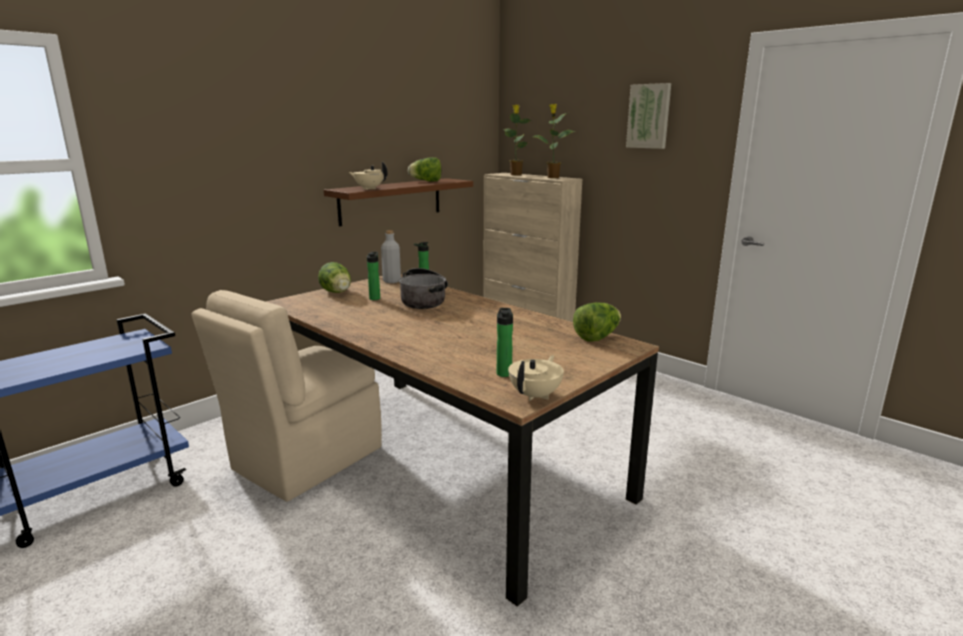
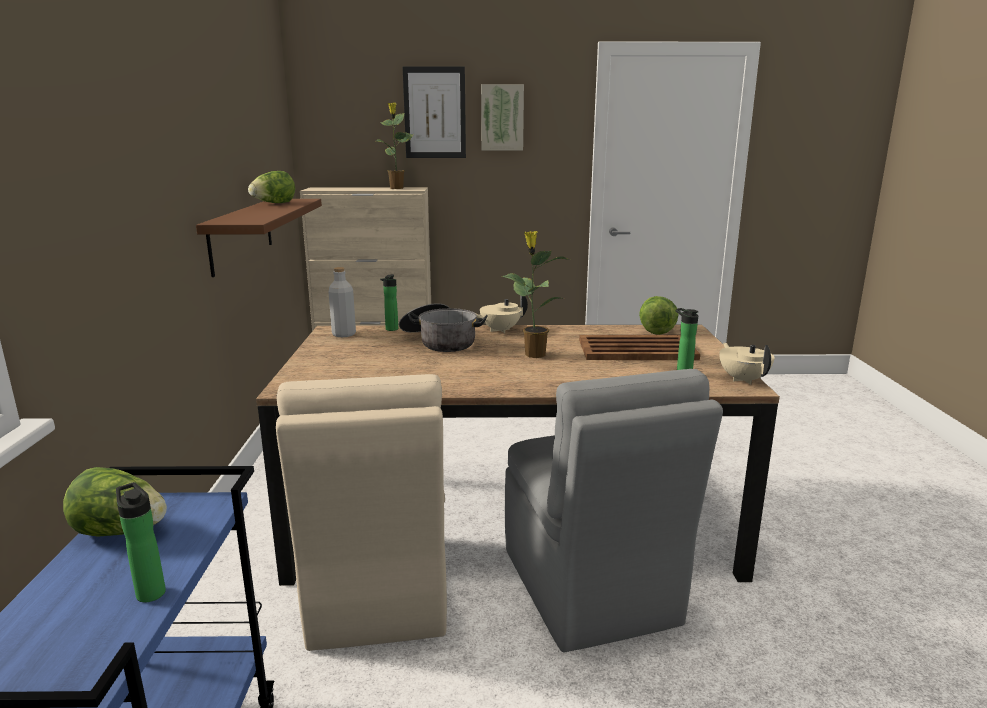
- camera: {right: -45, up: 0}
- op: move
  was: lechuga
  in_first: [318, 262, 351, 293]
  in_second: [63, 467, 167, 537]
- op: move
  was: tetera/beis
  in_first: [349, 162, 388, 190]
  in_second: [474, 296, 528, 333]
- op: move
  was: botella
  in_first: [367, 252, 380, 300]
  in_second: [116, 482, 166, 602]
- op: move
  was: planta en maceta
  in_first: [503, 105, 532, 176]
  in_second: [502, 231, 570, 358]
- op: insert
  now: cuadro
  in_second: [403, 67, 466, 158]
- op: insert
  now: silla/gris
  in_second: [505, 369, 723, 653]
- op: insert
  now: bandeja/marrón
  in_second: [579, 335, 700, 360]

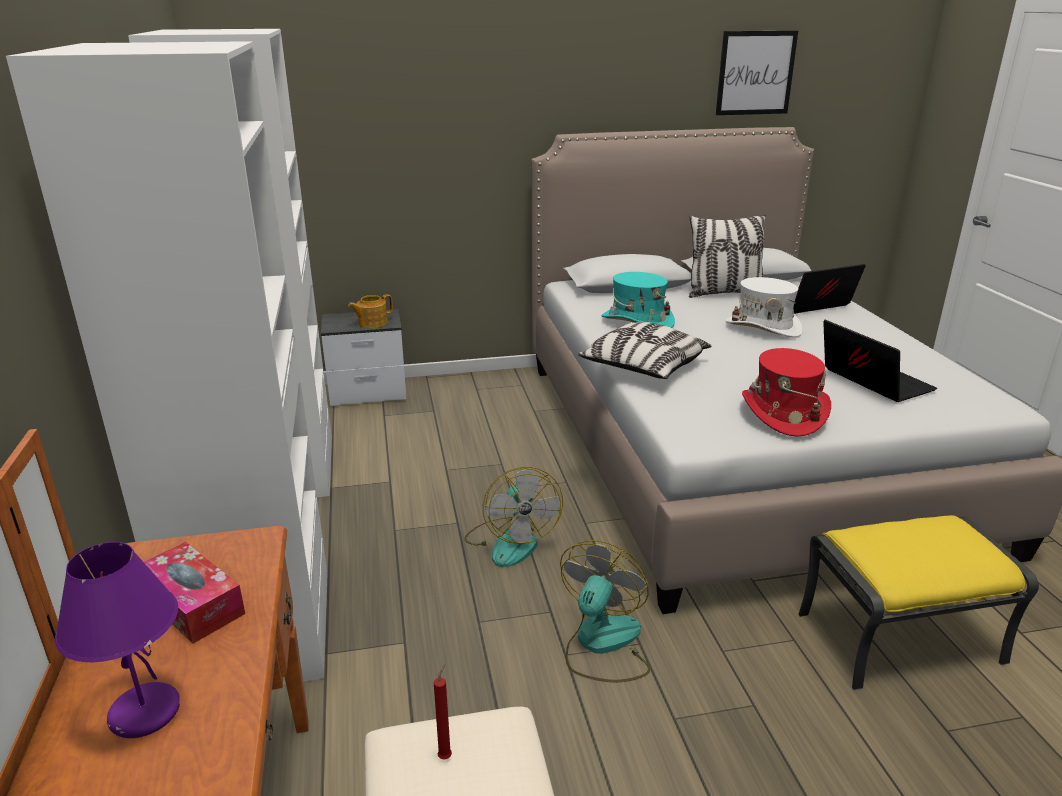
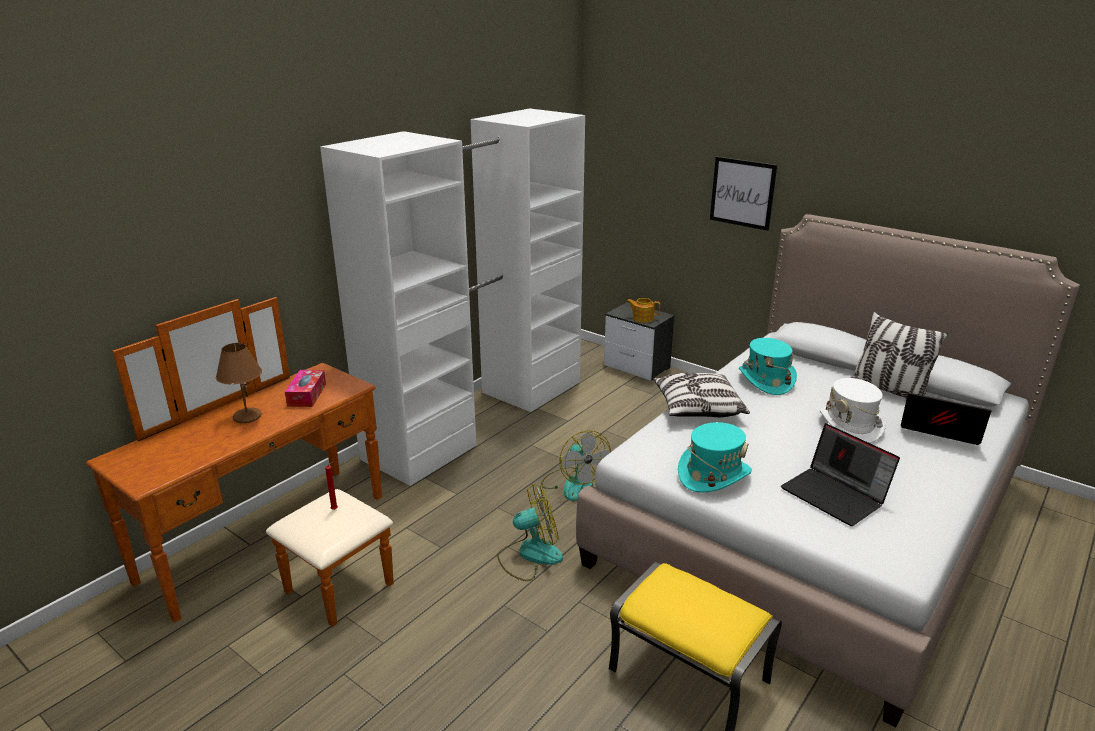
- camera: {right: 50, up: 0}
- op: recolor
  was: lámpara de mesa/morado
  now: lámpara de mesa/marrón
  in_first: [55, 542, 180, 738]
  in_second: [216, 343, 262, 423]
- op: rotate
  was: ventilador
  in_first: [464, 467, 563, 567]
  in_second: [541, 430, 611, 501]
  clockwise: -60
- op: move
  was: cuadro
  in_first: [716, 31, 798, 115]
  in_second: [710, 157, 777, 231]
- op: recolor
  was: sombrero/rojo
  now: sombrero/turquesa
  in_first: [742, 348, 831, 437]
  in_second: [678, 422, 752, 492]
- op: rotate
  was: portátil
  in_first: [823, 320, 937, 402]
  in_second: [781, 423, 900, 526]
  clockwise: 120

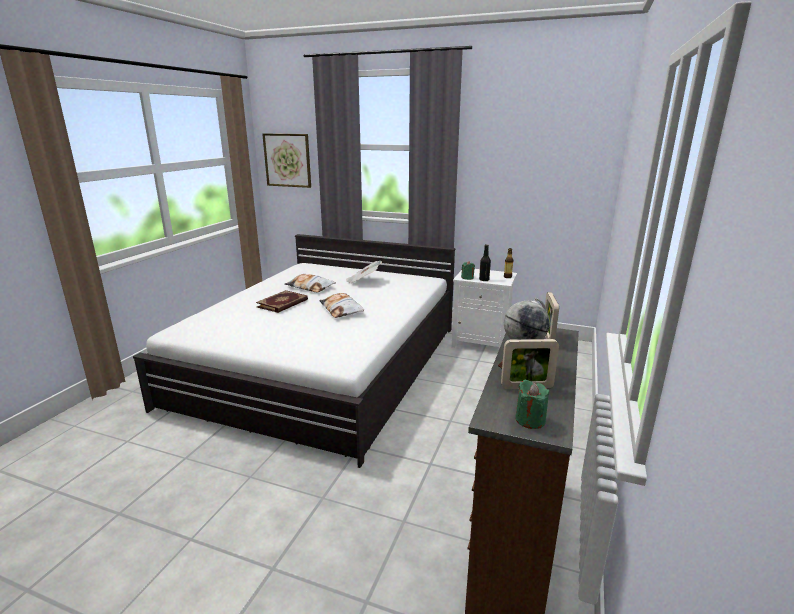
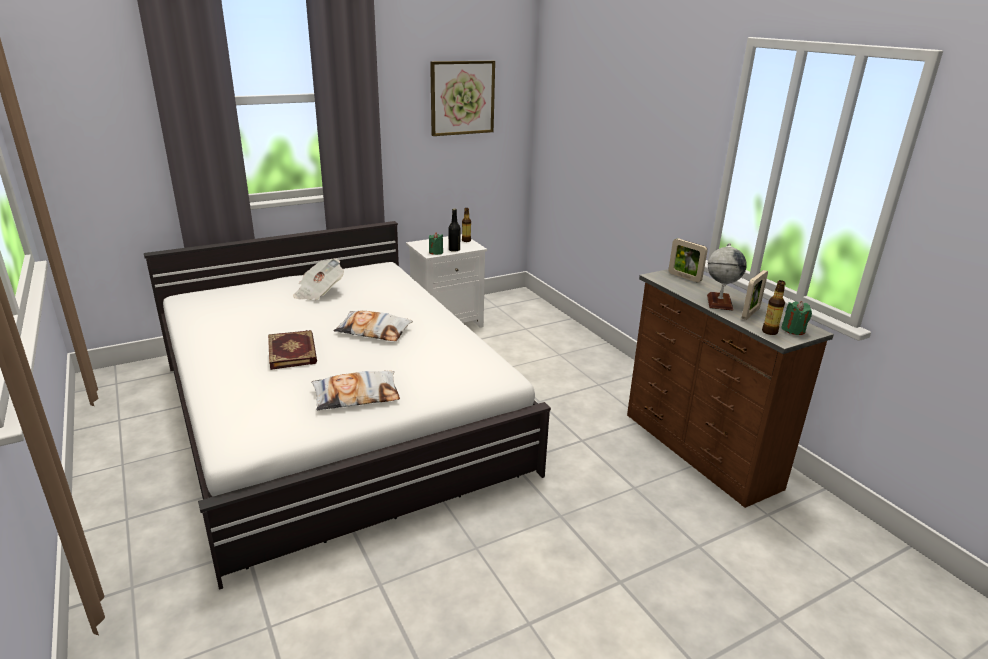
- camera: {right: -50, up: 5}
- op: move
  was: cuadro
  in_first: [262, 134, 311, 188]
  in_second: [430, 61, 495, 136]
- op: move
  was: cojín
  in_first: [284, 274, 336, 293]
  in_second: [311, 371, 400, 410]
- op: insert
  now: botella
  in_second: [762, 280, 785, 335]

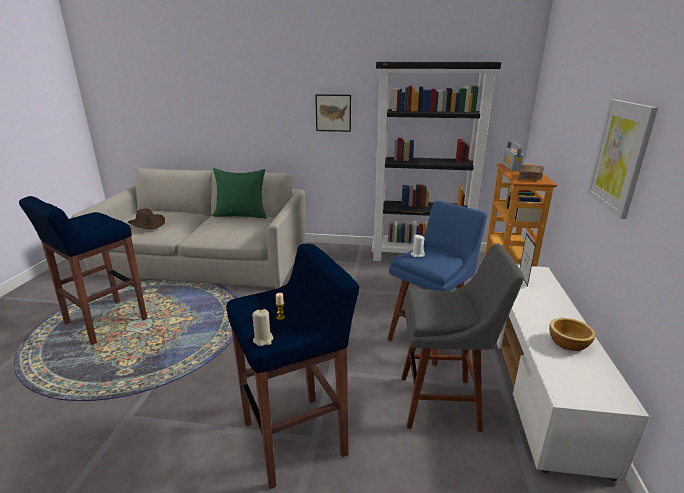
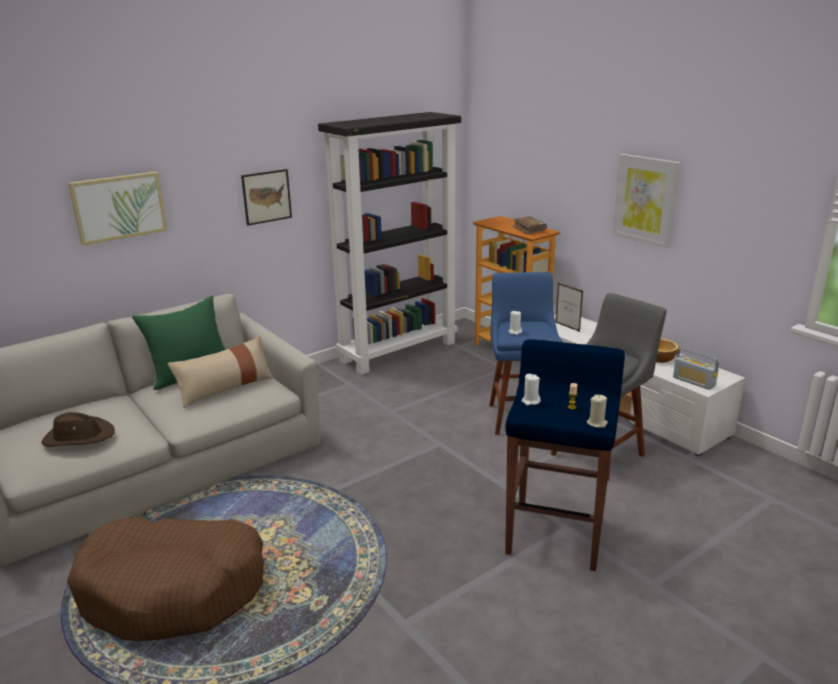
- camera: {right: -45, up: 0}
- op: replace
  was: taburete/azul
  now: cama para perro/marrón
  in_first: [19, 196, 147, 345]
  in_second: [67, 517, 264, 641]
- op: move
  was: radio
  in_first: [502, 141, 524, 171]
  in_second: [673, 348, 719, 390]
- op: insert
  now: cuadro
  in_second: [68, 172, 168, 246]
- op: insert
  now: cojín/beis
  in_second: [168, 336, 273, 408]
- op: insert
  now: vela/blanco
  in_second: [522, 374, 541, 405]

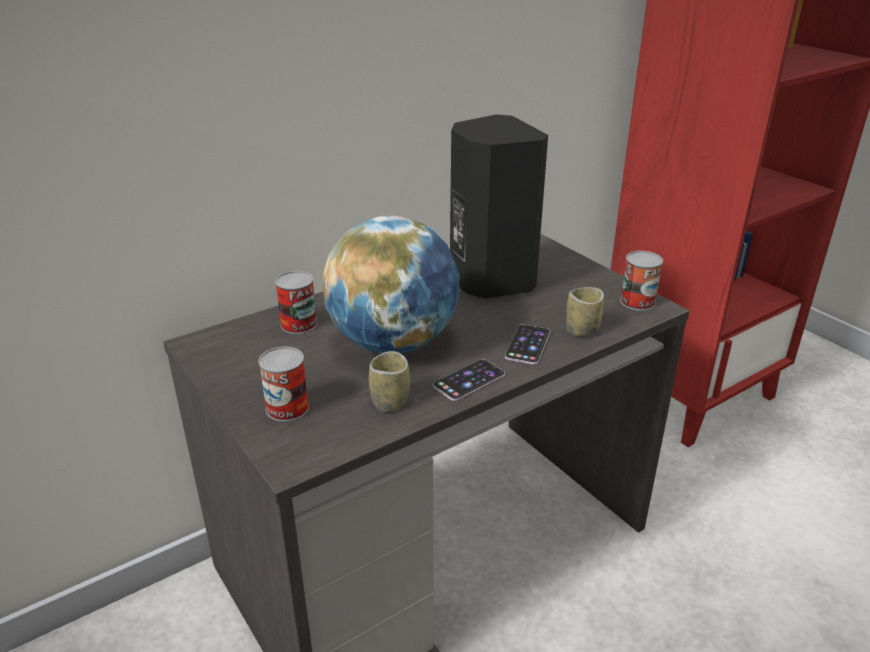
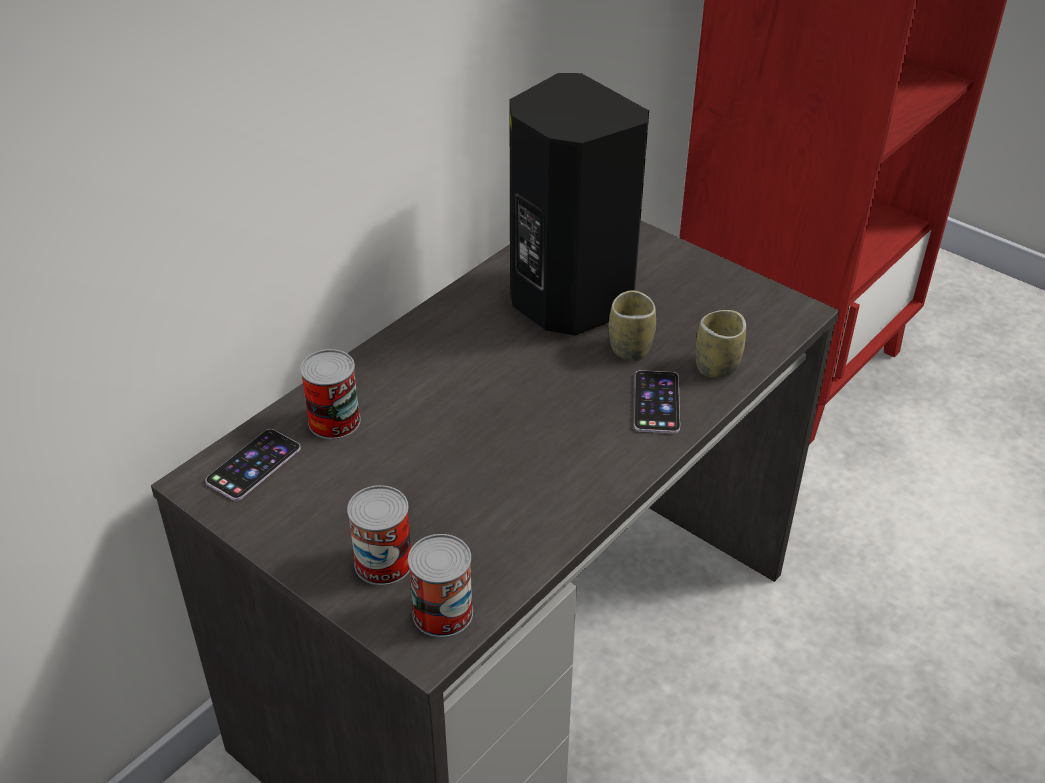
- camera: {right: -15, up: 10}
- op: delete
  was: globo terráqueo
  in_first: [322, 216, 459, 353]
- op: move
  was: taza
  in_first: [369, 351, 410, 413]
  in_second: [608, 290, 656, 361]
- op: move
  was: móvil
  in_first: [433, 359, 505, 401]
  in_second: [206, 429, 301, 501]
- op: move
  was: lata
  in_first: [620, 251, 663, 311]
  in_second: [408, 534, 473, 638]

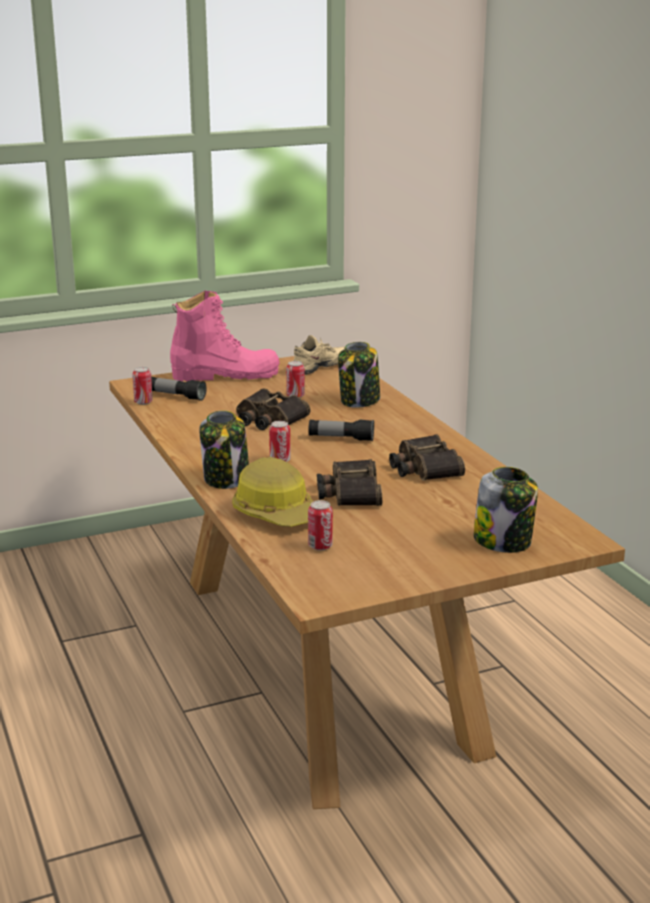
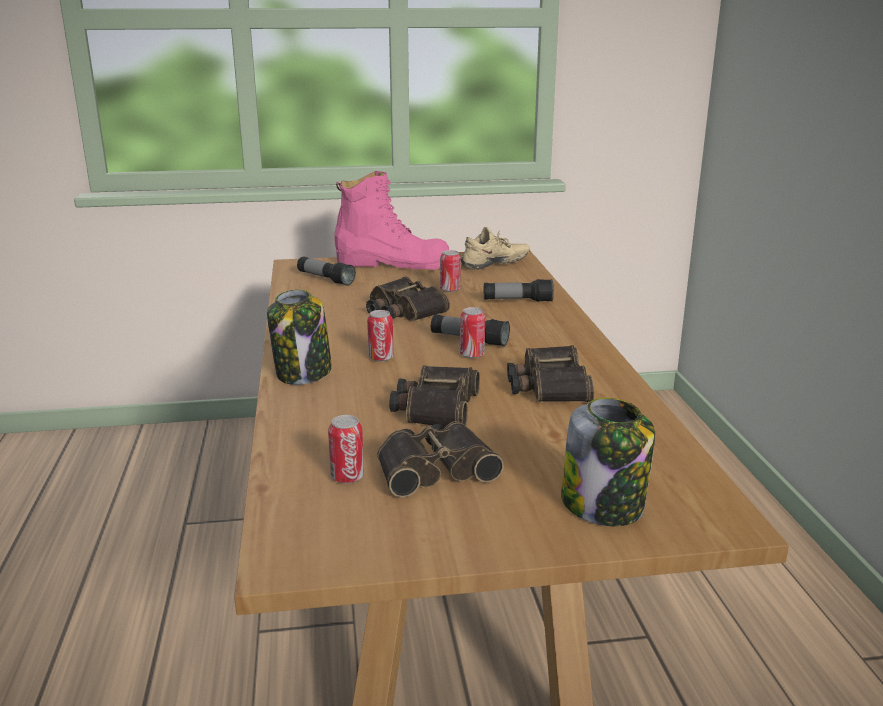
- camera: {right: 15, up: 0}
- op: move
  was: lata
  in_first: [132, 367, 153, 405]
  in_second: [460, 307, 485, 358]
- op: delete
  was: casco
  in_first: [232, 457, 313, 527]
- op: replace
  was: tarro
  now: linterna
  in_first: [338, 342, 380, 408]
  in_second: [484, 279, 554, 302]
- op: insert
  now: prismáticos
  in_second: [377, 421, 504, 498]

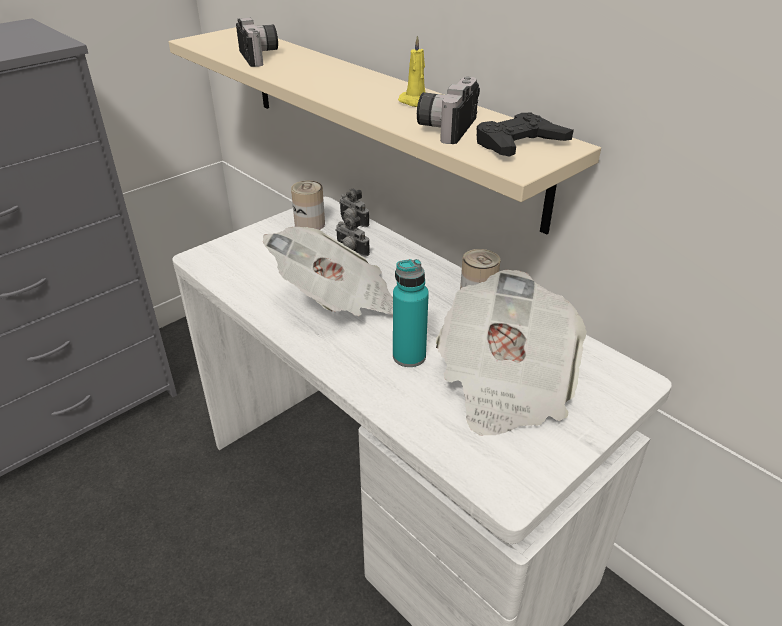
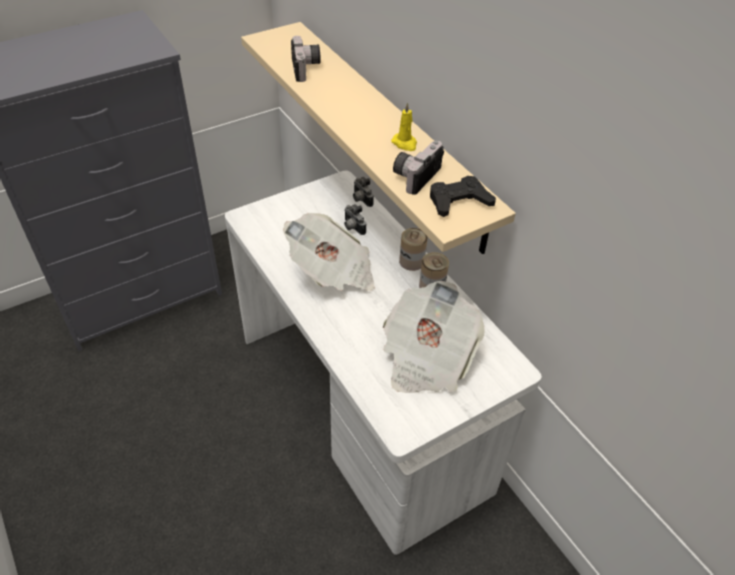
- camera: {right: 10, up: 10}
- op: move
  was: lata
  in_first: [291, 181, 325, 230]
  in_second: [399, 228, 428, 271]
- op: delete
  was: botella/turquesa
  in_first: [393, 259, 429, 367]

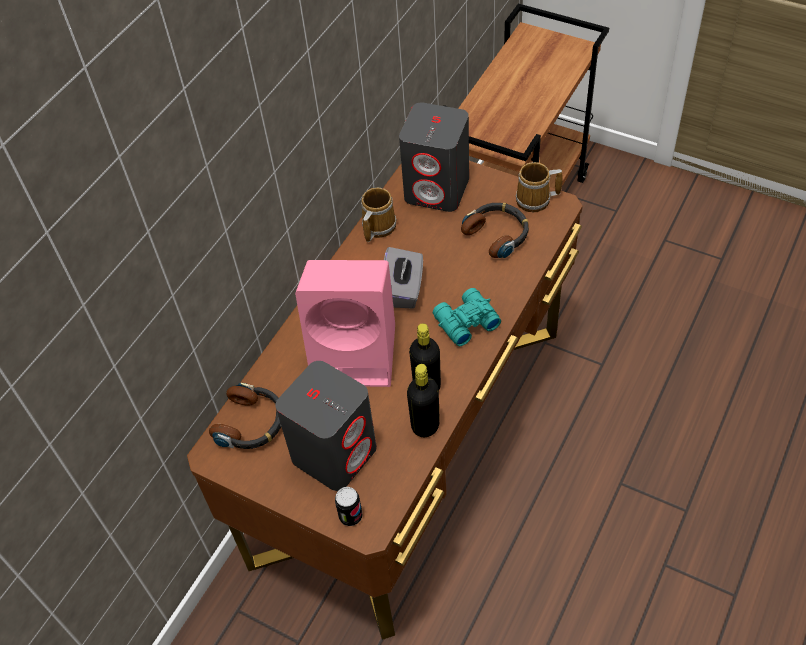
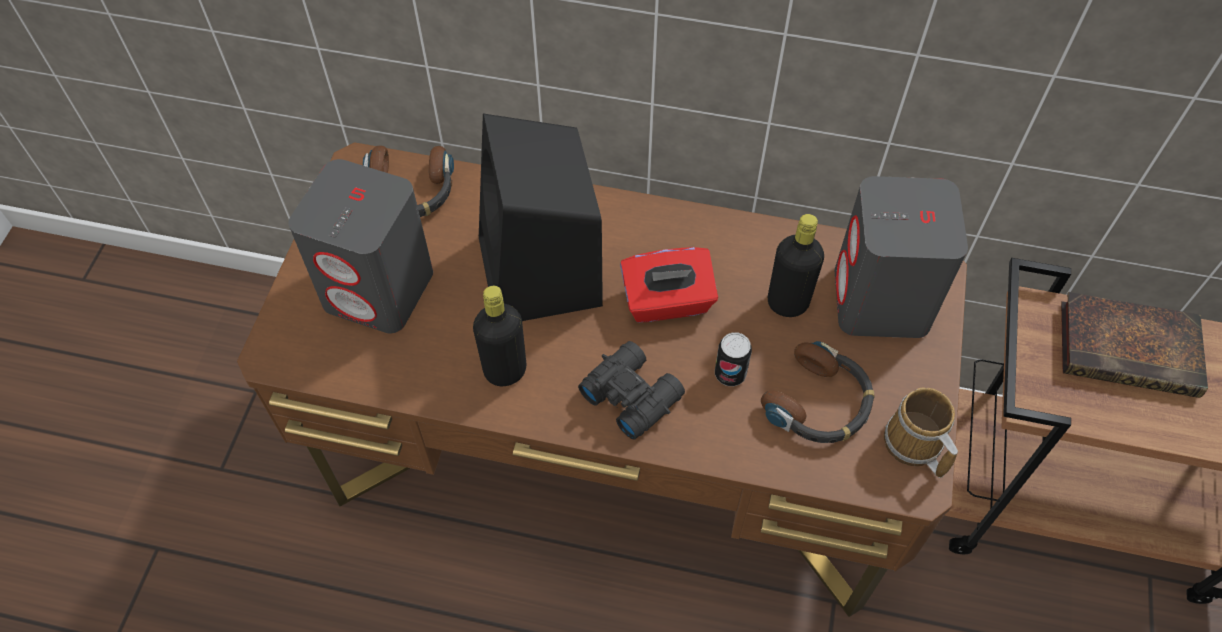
- camera: {right: 70, up: 5}
- op: recolor
  was: altavoz/rosa
  now: altavoz/negro
  in_first: [295, 260, 395, 387]
  in_second: [479, 114, 603, 321]
- op: move
  was: lata
  in_first: [335, 487, 362, 526]
  in_second: [715, 332, 752, 386]
- op: delete
  was: taza grande
  in_first: [361, 188, 397, 242]
- op: recolor
  was: caja de pañuelos/gris
  now: caja de pañuelos/rojo
  in_first: [384, 247, 423, 309]
  in_second: [620, 247, 718, 323]
- op: move
  was: botella/negro
  in_first: [407, 364, 440, 437]
  in_second: [768, 214, 824, 317]
- op: recolor
  was: prismáticos/turquesa
  now: prismáticos/negro
  in_first: [433, 288, 501, 346]
  in_second: [578, 341, 685, 440]
- op: insert
  now: libro
  in_second: [1061, 292, 1208, 398]

